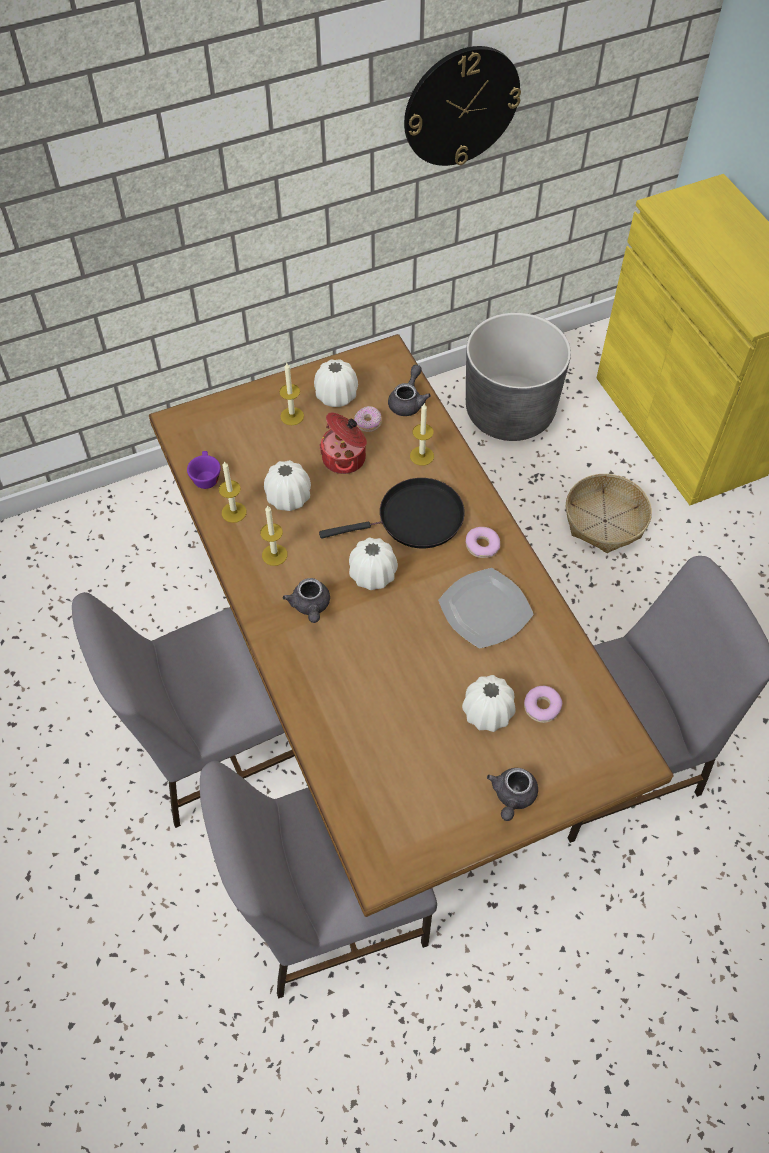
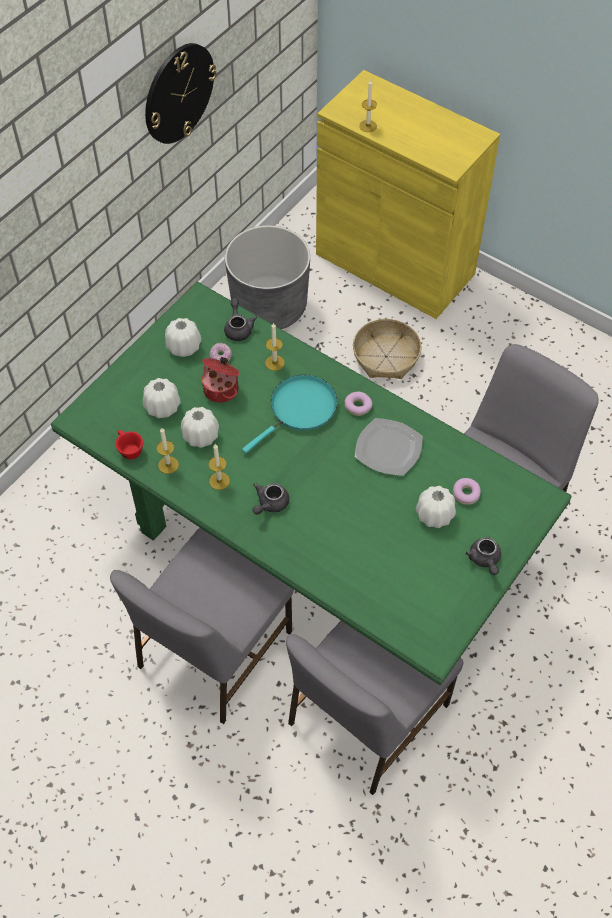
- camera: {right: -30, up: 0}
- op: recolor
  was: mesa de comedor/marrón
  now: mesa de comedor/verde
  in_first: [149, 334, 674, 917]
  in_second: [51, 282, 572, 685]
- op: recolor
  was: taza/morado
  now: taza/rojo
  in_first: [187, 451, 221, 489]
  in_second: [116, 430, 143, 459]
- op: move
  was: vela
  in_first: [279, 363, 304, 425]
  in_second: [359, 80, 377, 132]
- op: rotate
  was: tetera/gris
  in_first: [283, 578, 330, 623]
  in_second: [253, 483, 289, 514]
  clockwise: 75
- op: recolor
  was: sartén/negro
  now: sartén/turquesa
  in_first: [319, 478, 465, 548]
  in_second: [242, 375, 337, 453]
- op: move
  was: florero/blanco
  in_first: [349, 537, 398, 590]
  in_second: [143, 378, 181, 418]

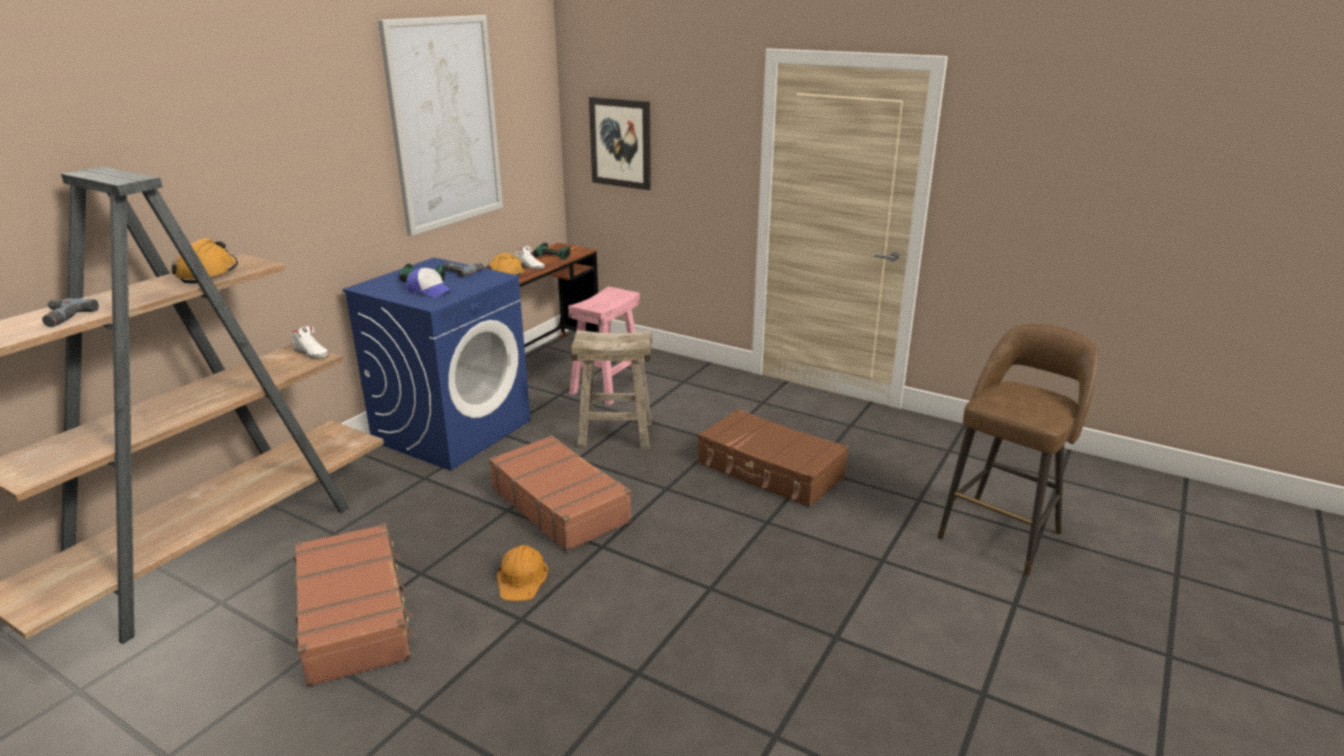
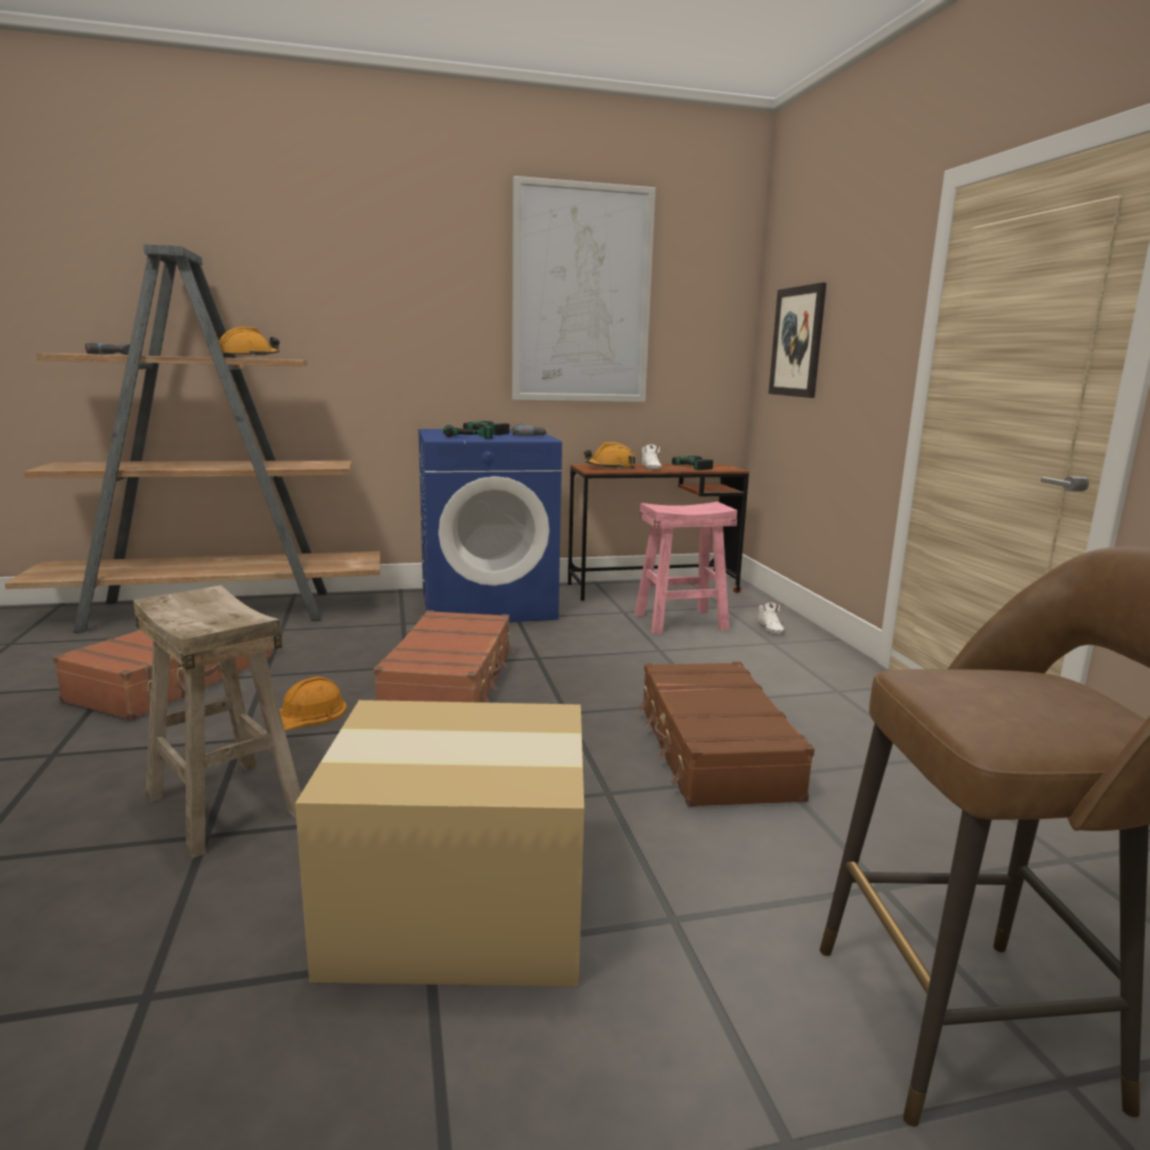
- camera: {right: 45, up: -10}
- op: move
  was: zapato/blanco
  in_first: [291, 326, 329, 359]
  in_second: [758, 603, 785, 634]
- op: replace
  was: gorra
  now: taladro
  in_first: [406, 268, 453, 297]
  in_second: [442, 425, 492, 439]
- op: move
  was: taburete/beis
  in_first: [571, 330, 652, 449]
  in_second: [133, 585, 301, 859]
- op: insert
  now: caja de cartón
  in_second: [295, 700, 584, 987]

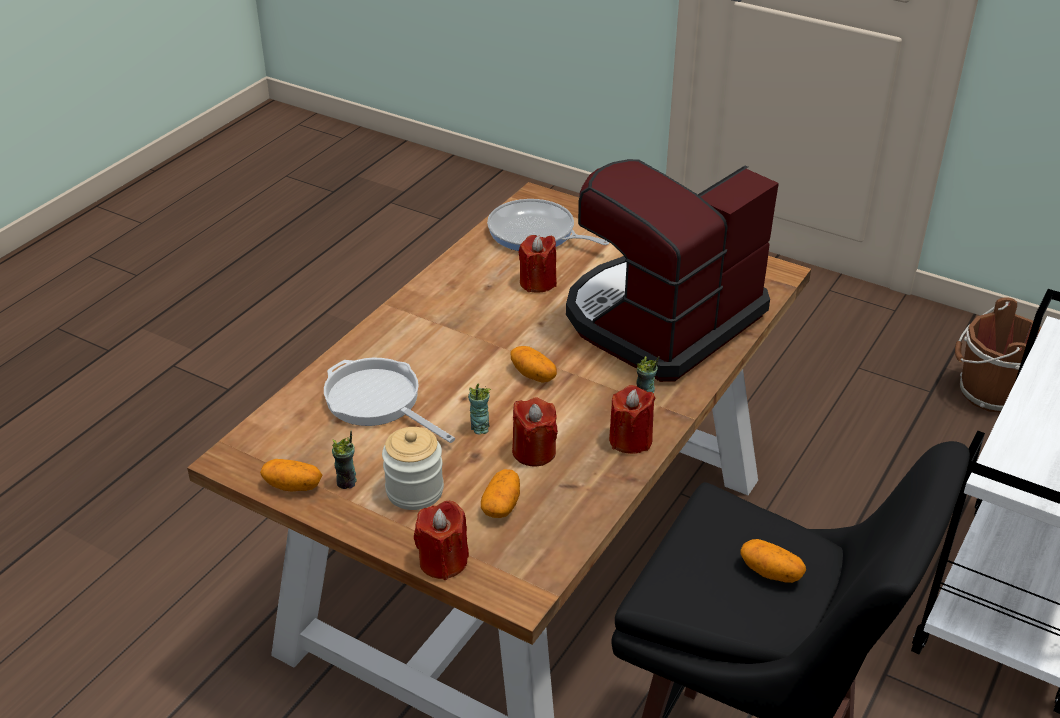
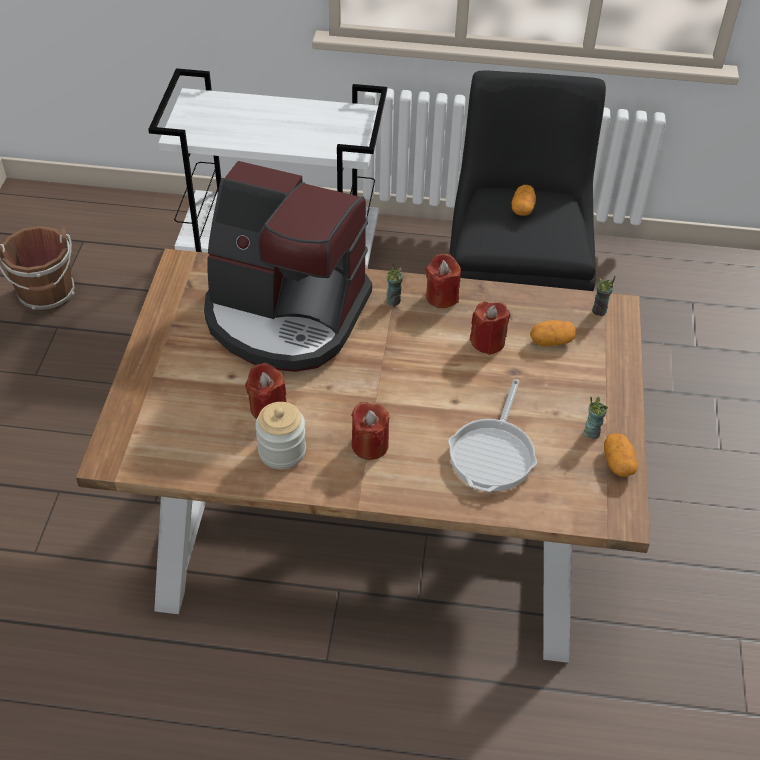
- camera: {right: -115, up: 10}
- op: move
  was: tarro
  in_first: [382, 427, 444, 510]
  in_second: [255, 402, 306, 469]
- op: move
  was: vela/rojo
  in_first: [414, 501, 469, 580]
  in_second: [351, 402, 389, 460]
- op: move
  was: taza
  in_first: [468, 384, 491, 434]
  in_second: [592, 276, 615, 316]
- op: delete
  was: sartén
  in_first: [487, 199, 609, 251]
- op: delete
  was: patata
  in_first: [510, 346, 557, 383]

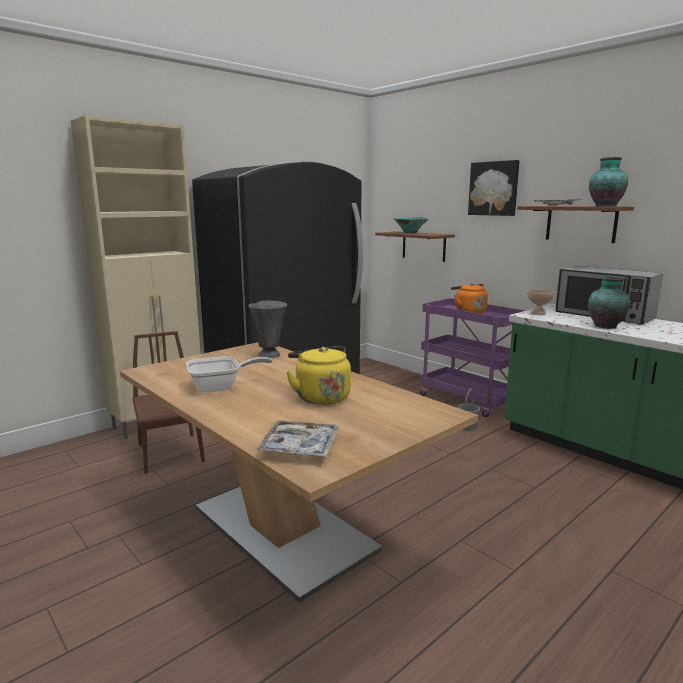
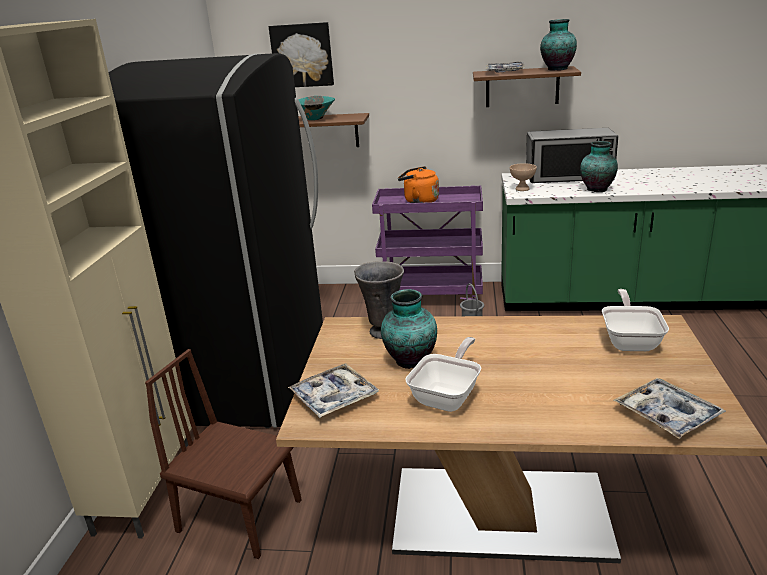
- camera: {right: -40, up: 10}
- op: delete
  was: hervidor/amarillo
  in_first: [286, 347, 351, 405]
- op: move
  was: cuadro
  in_first: [468, 160, 520, 216]
  in_second: [269, 22, 334, 87]
- op: insert
  now: bandeja
  in_second: [288, 363, 379, 418]
- op: insert
  now: florero
  in_second: [381, 289, 437, 369]
- op: insert
  now: sartén
  in_second: [602, 289, 669, 351]

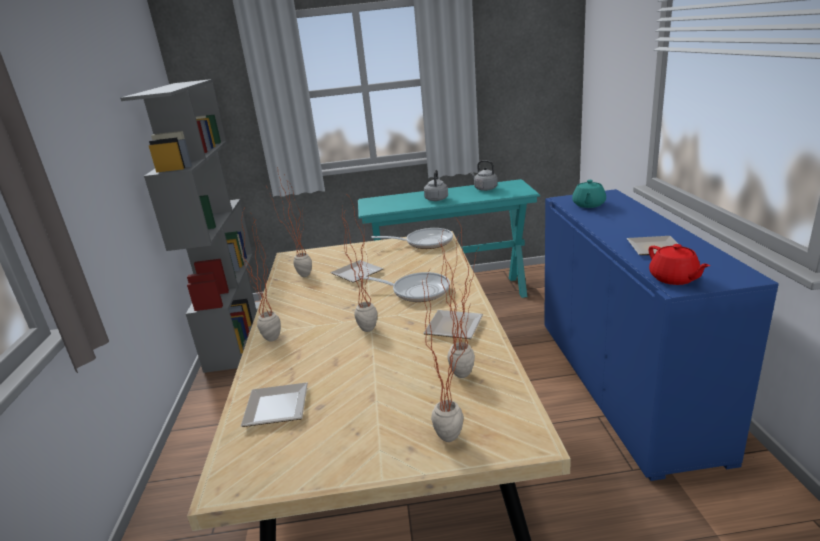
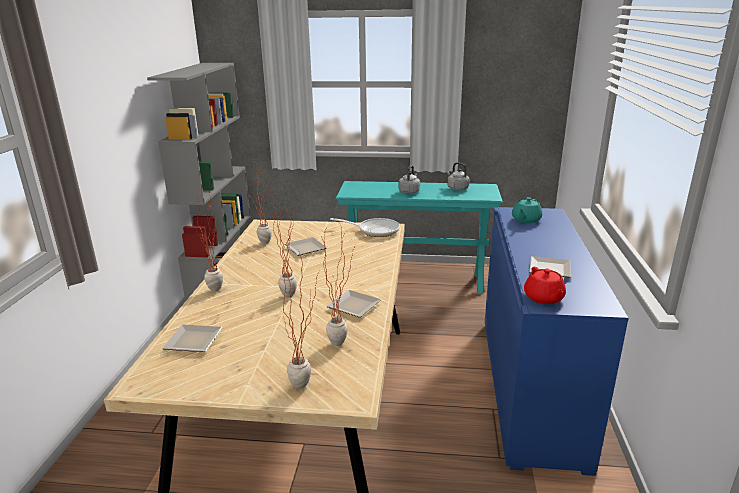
- camera: {right: 10, up: 0}
- op: delete
  was: sartén
  in_first: [356, 272, 450, 302]

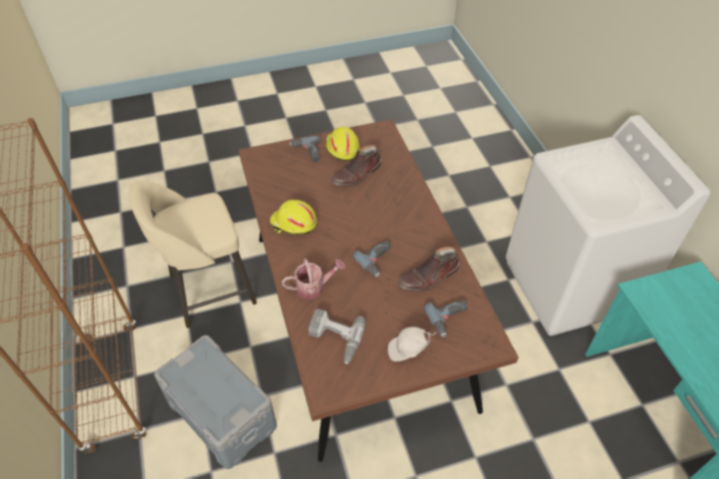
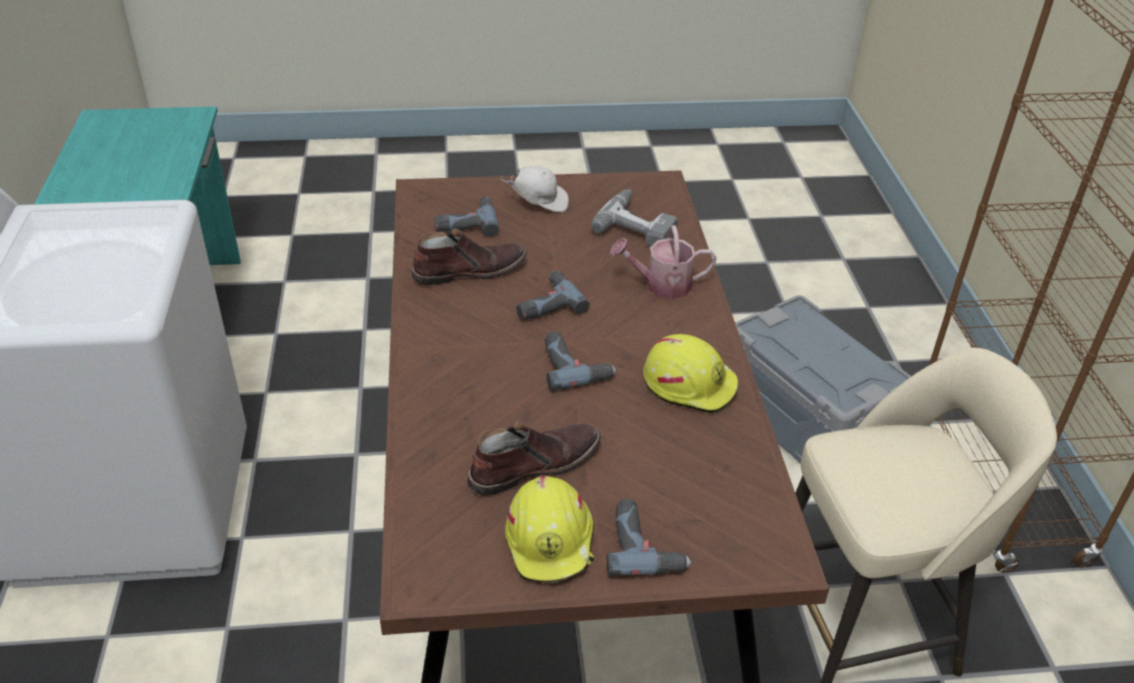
- camera: {right: -170, up: -10}
- op: insert
  now: taladro
  in_second: [545, 332, 616, 390]

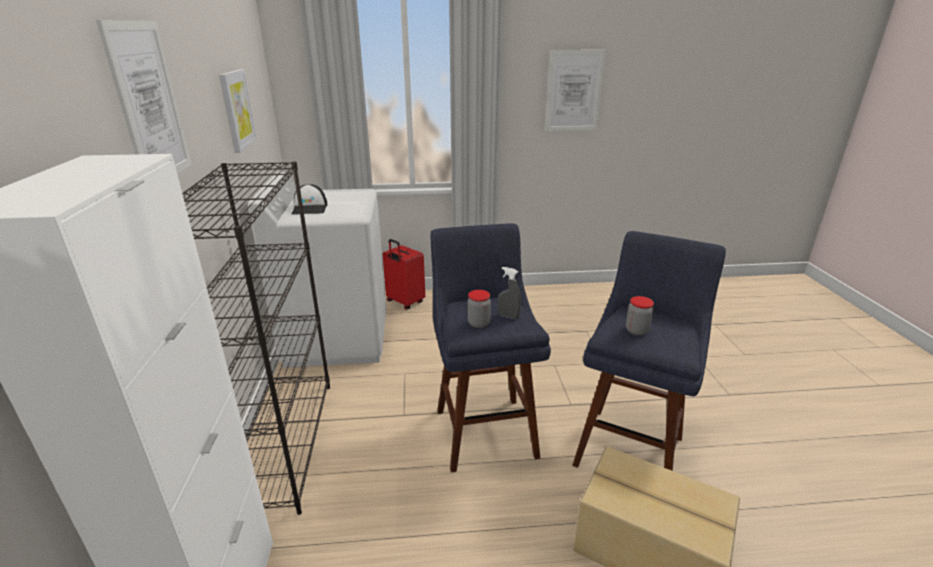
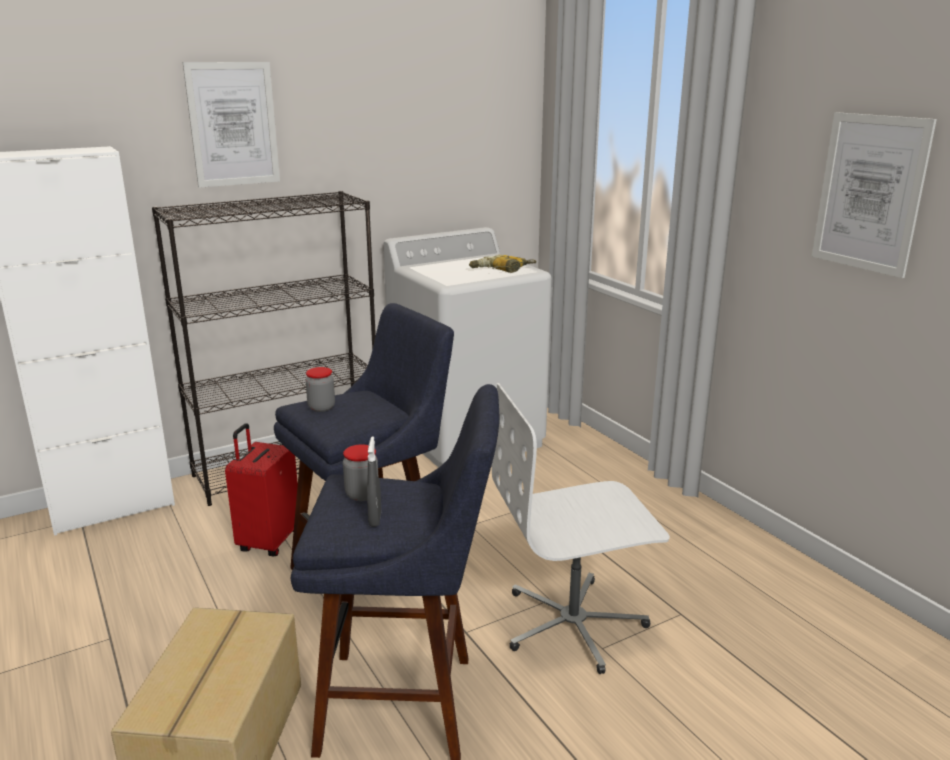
- camera: {right: 65, up: -5}
- op: delete
  was: cuadro
  in_first: [219, 69, 257, 153]
- op: delete
  was: gorra
  in_first: [292, 184, 327, 215]
- op: move
  was: maleta/rojo
  in_first: [383, 239, 425, 310]
  in_second: [225, 423, 298, 556]
- op: move
  was: pulverizador/gris
  in_first: [498, 267, 521, 319]
  in_second: [367, 437, 381, 527]
- op: insert
  now: taladro
  in_second: [469, 255, 536, 273]
- op: insert
  now: silla de oficina/blanco
  in_second: [492, 383, 670, 674]

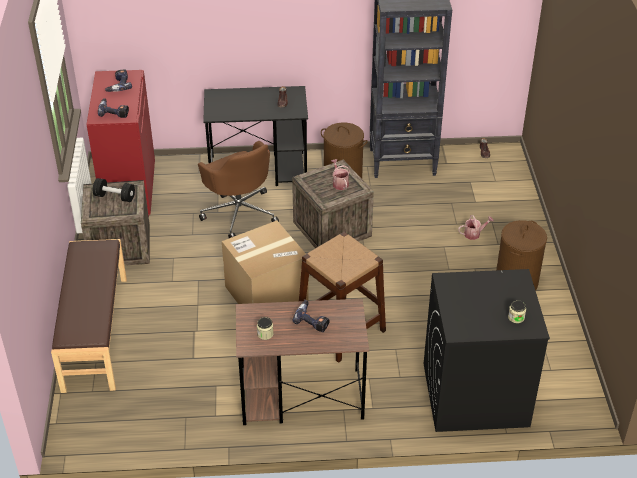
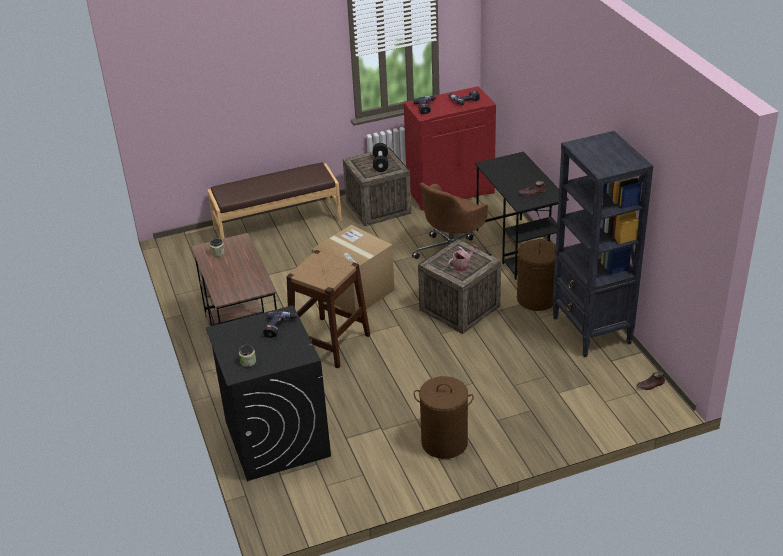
- camera: {right: 75, up: -5}
- op: move
  was: taladro
  in_first: [292, 300, 330, 332]
  in_second: [263, 311, 298, 338]
- op: delete
  was: regadera
  in_first: [458, 215, 494, 240]

